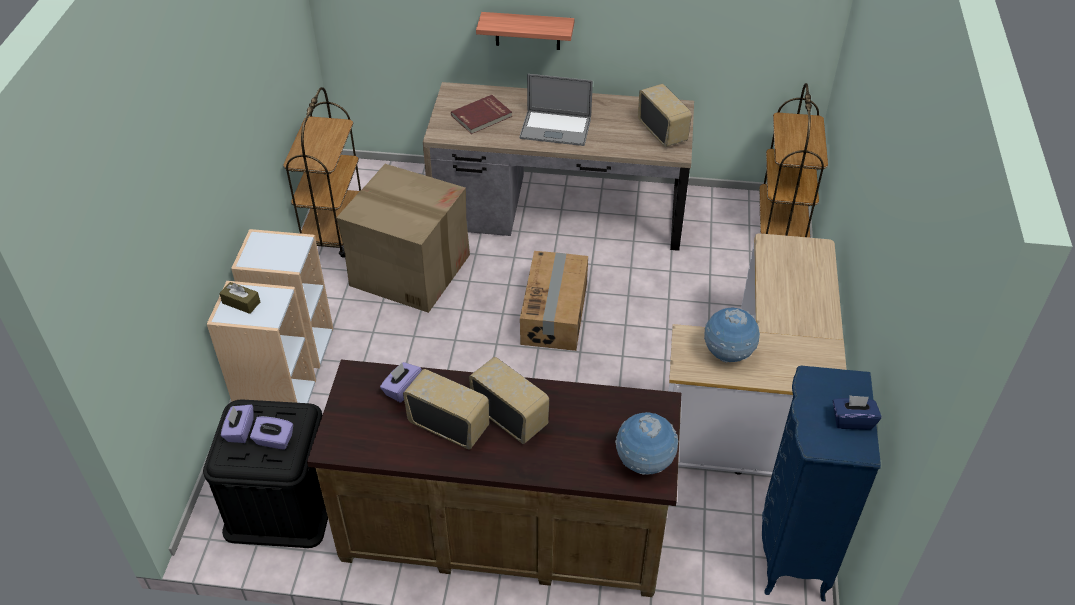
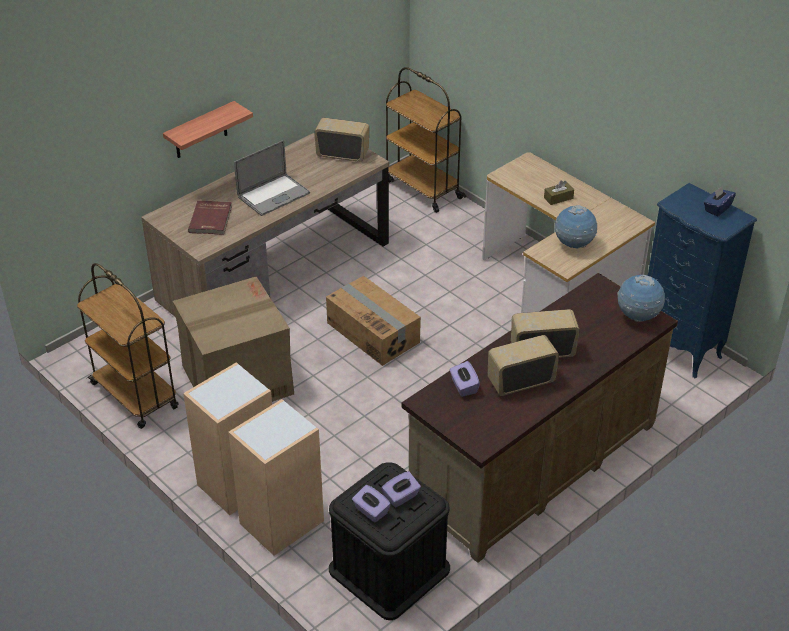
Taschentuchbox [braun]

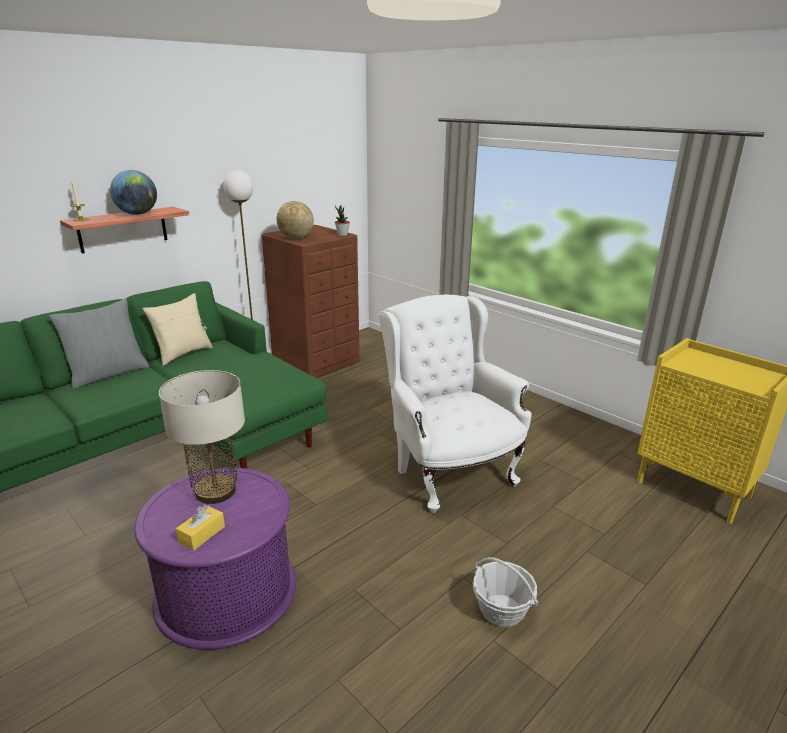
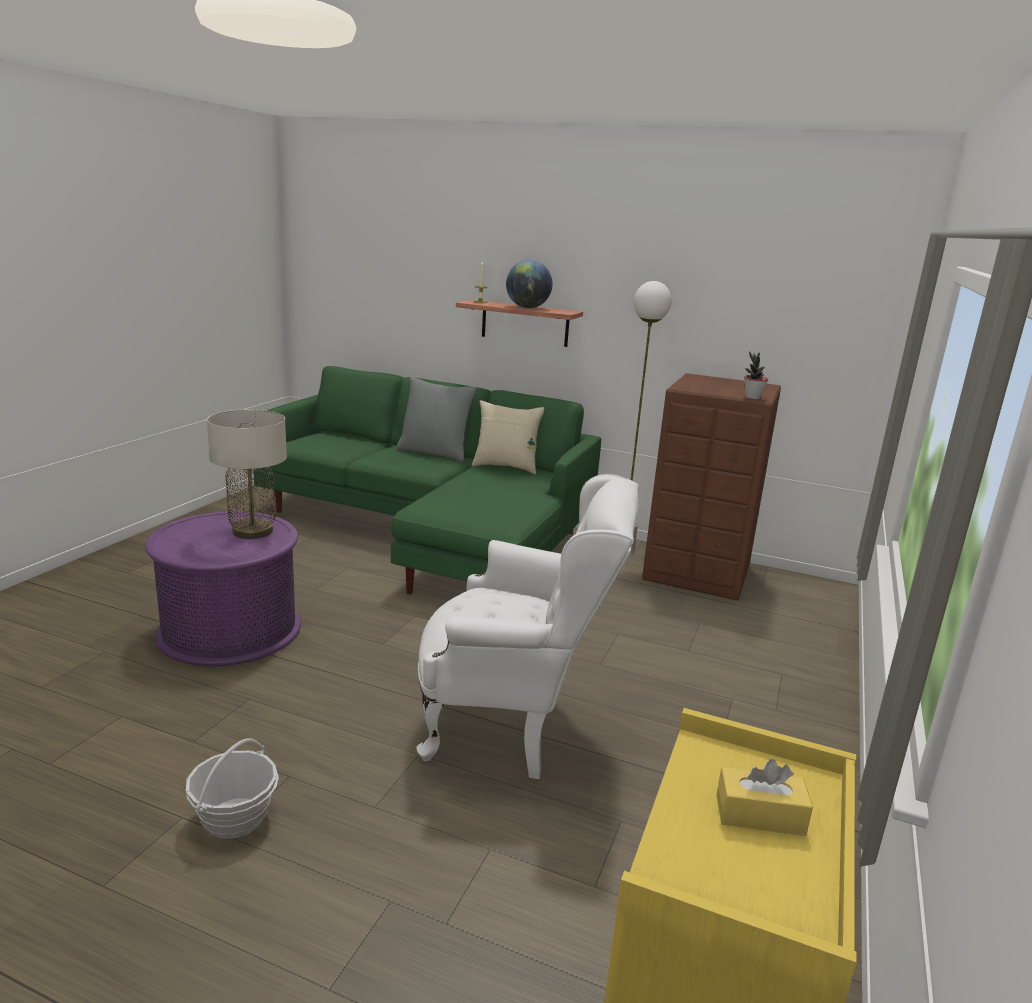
Globus (2nd from left in the first image); Sessel [weiß]; Taschentuchbox [gelb]

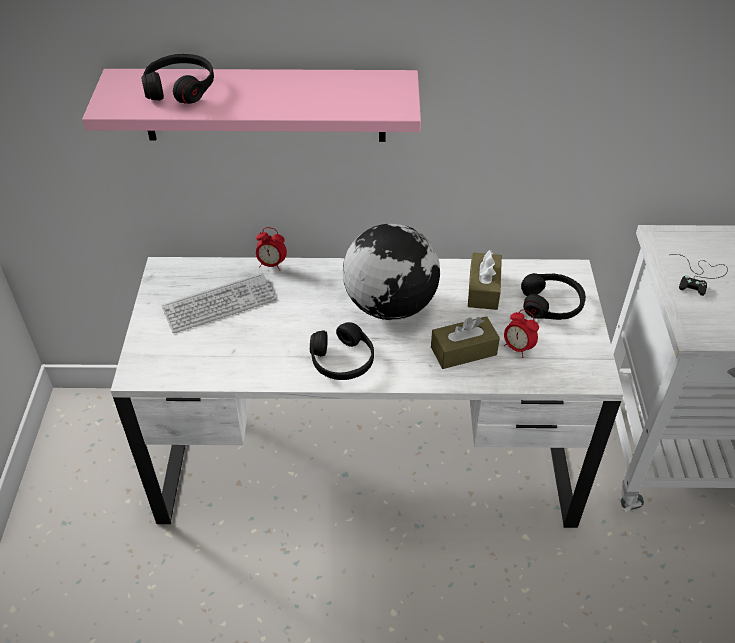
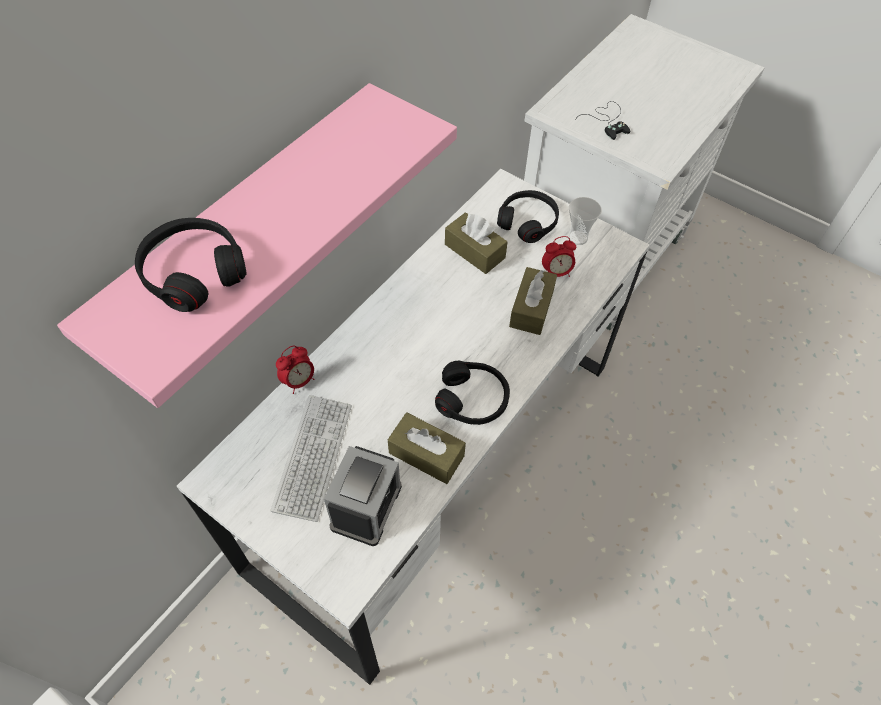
Globus; Tasse; Taschentuchbox [braun] (1st from left); Wecker (2nd from left)

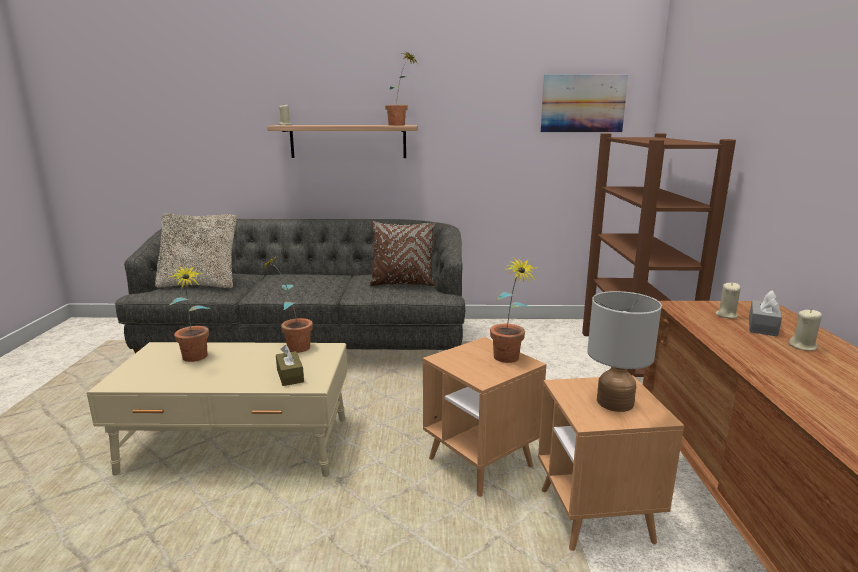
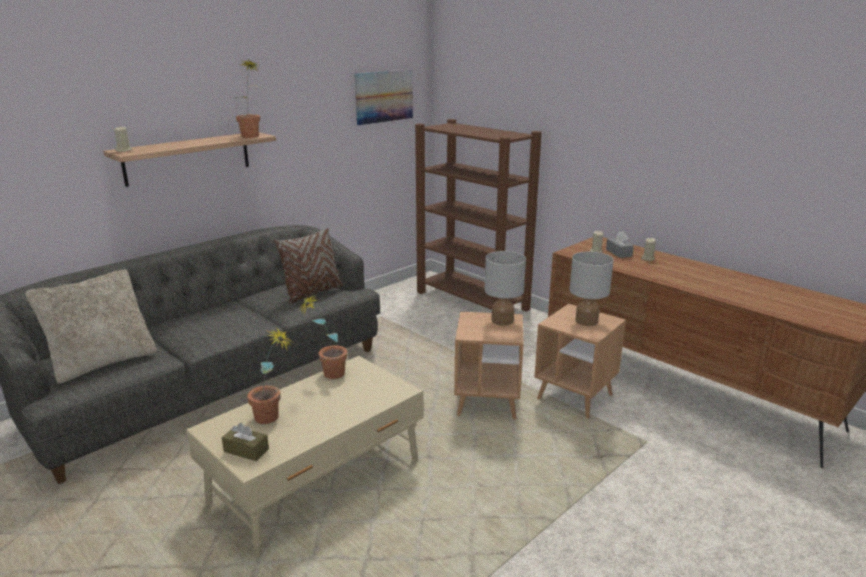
Tischlampe [grau] (1st from left); Taschentuchbox [braun]

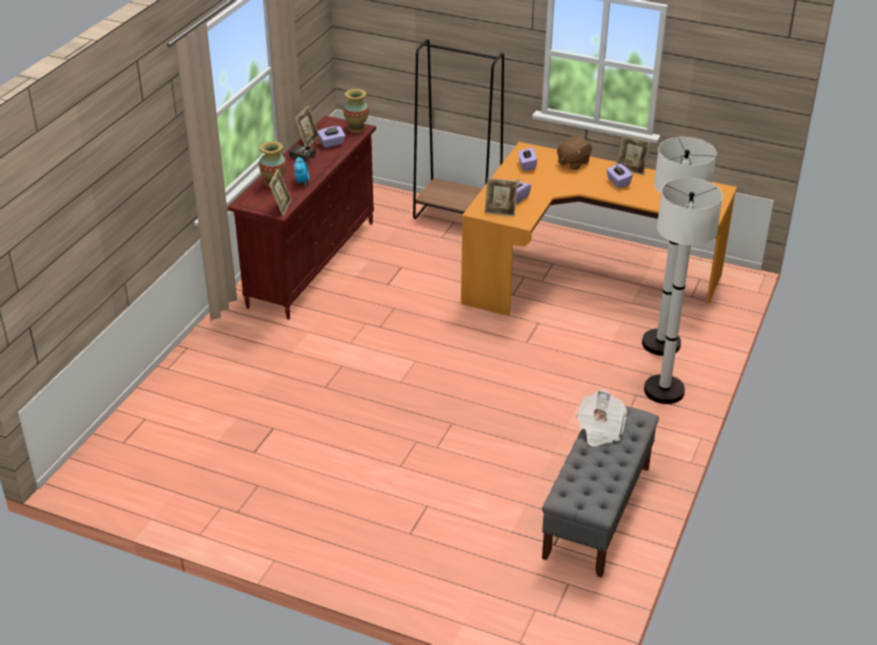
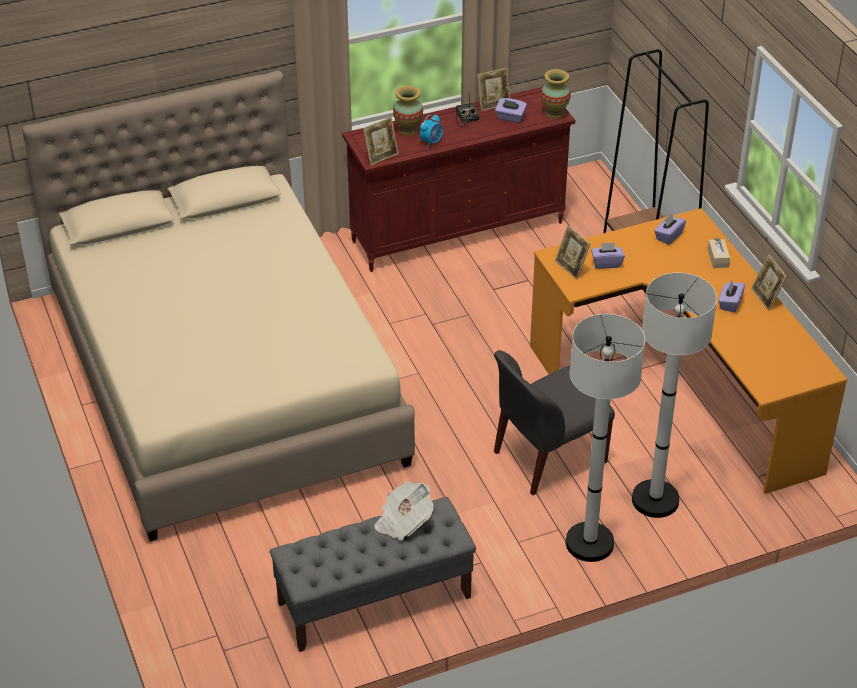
Taschentuchbox [beige]; Bett [beige]; Stuhl [grau]

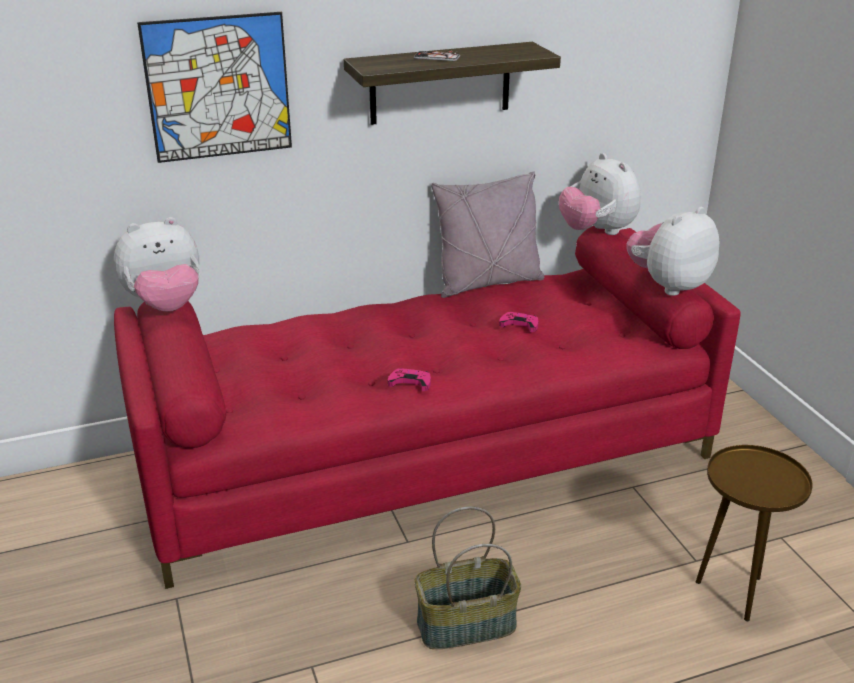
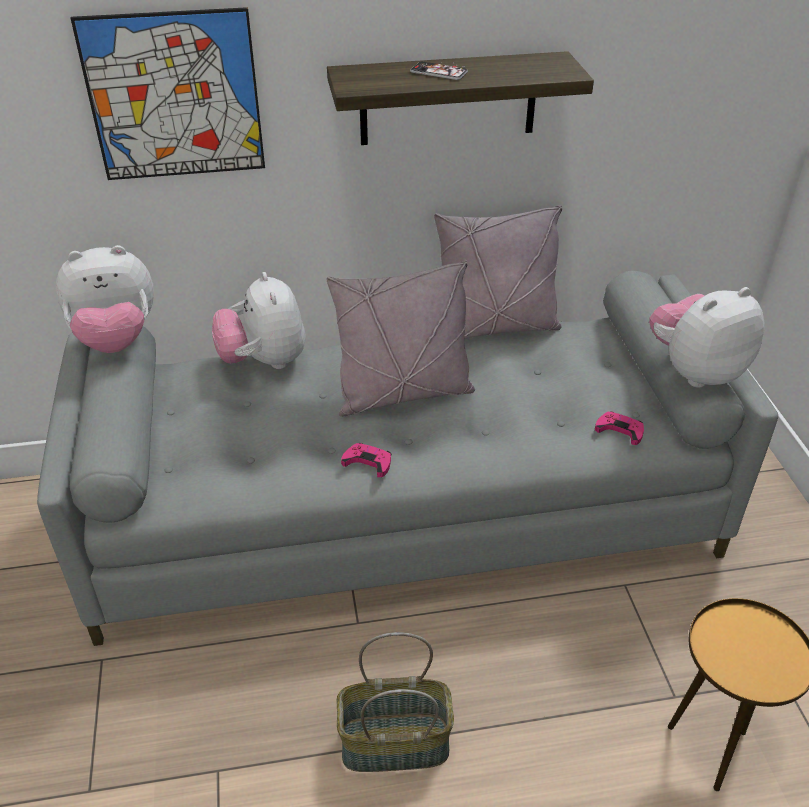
Plüschtier (2nd from left); Sofa [grau]; Gamepad [rosa] (2nd from left); Kissen [lila] (1st from left)

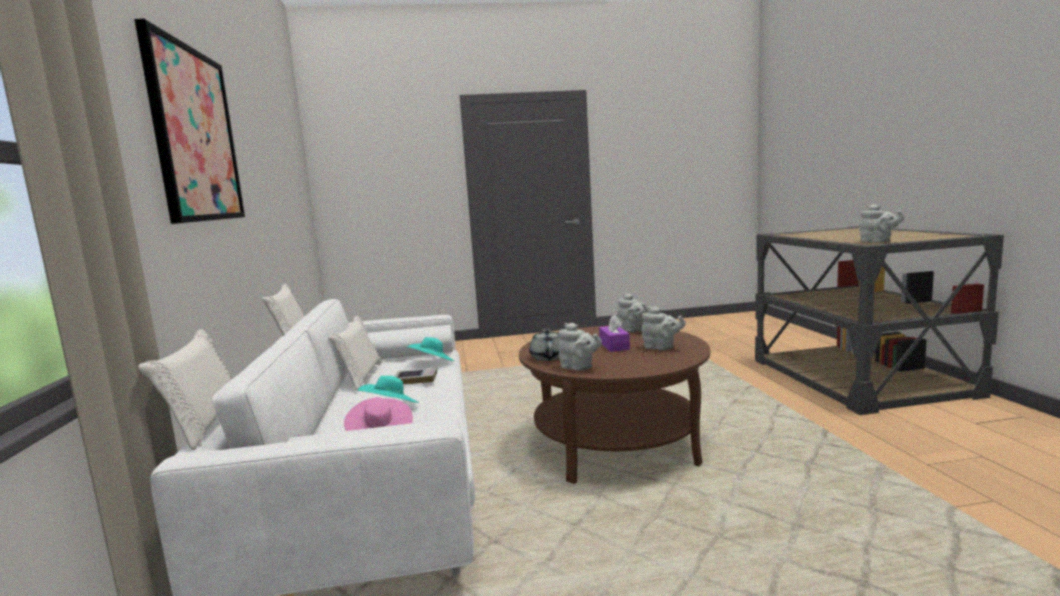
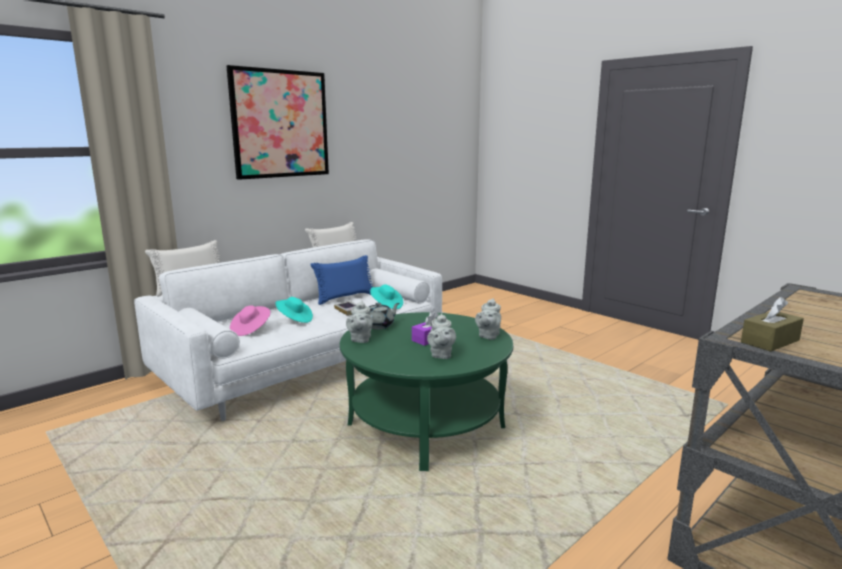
Taschentuchbox [braun]; Kissen [blau]; Couchtisch [grün]

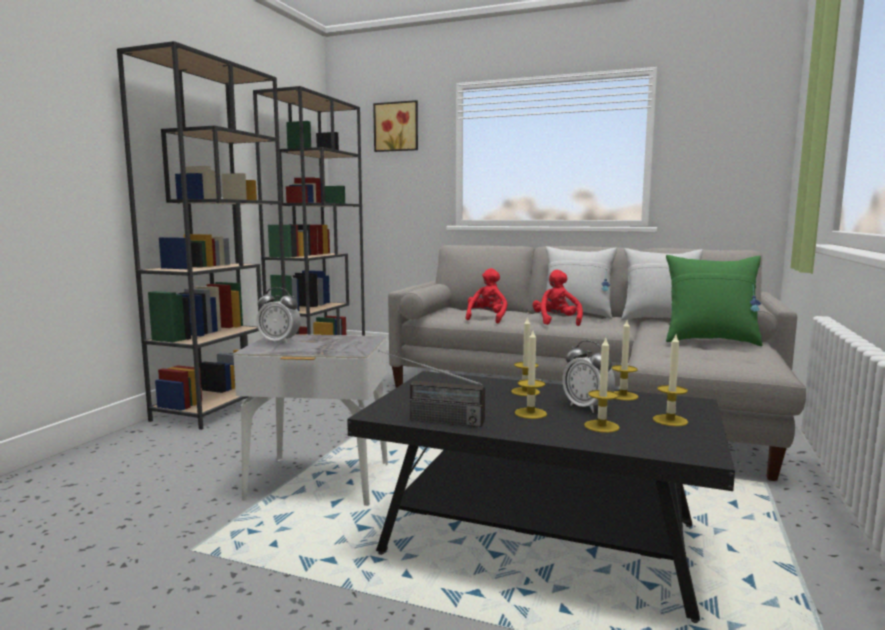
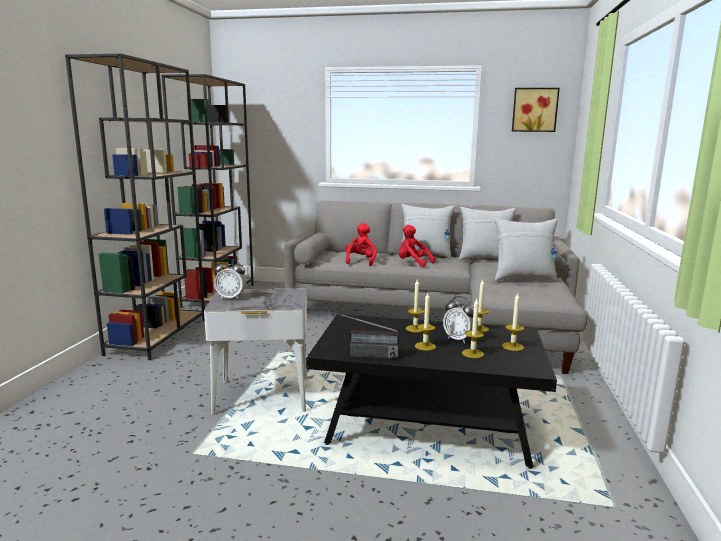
Bild; Kissen [grau] (3rd from left); Plüschtier [rot] (2nd from left)

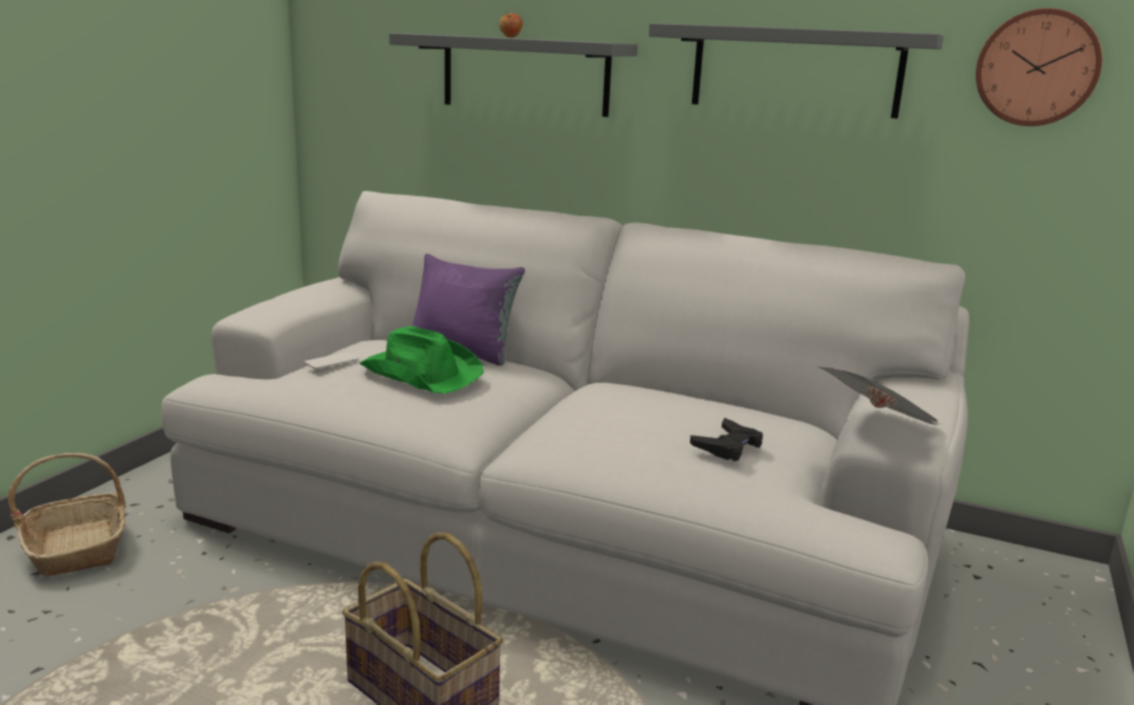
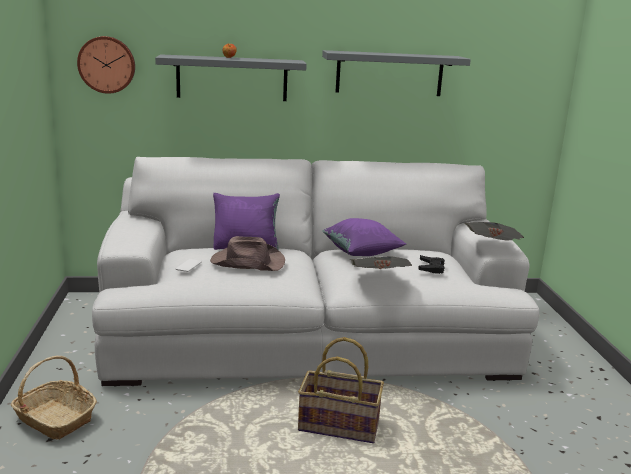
Wanduhr; Hut [braun]; Kissen [lila] (2nd from left); Zeitung (1st from left)

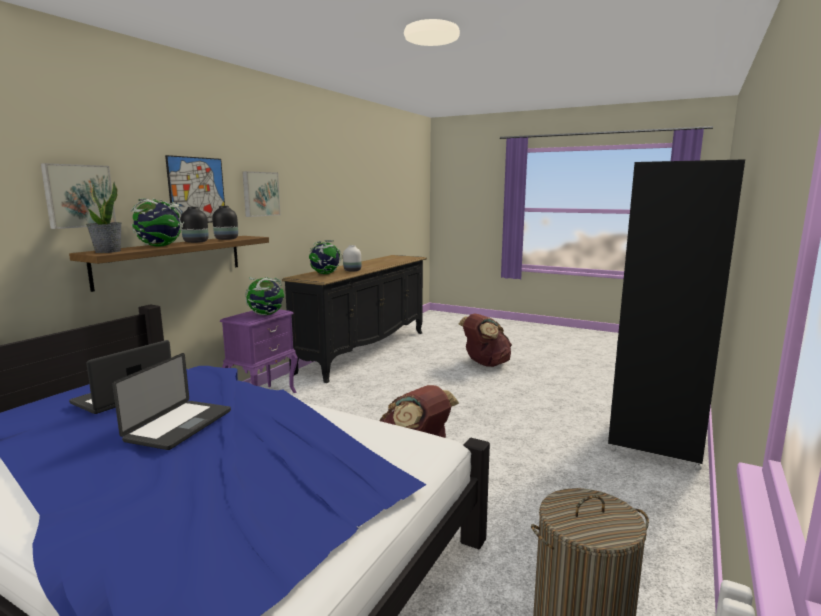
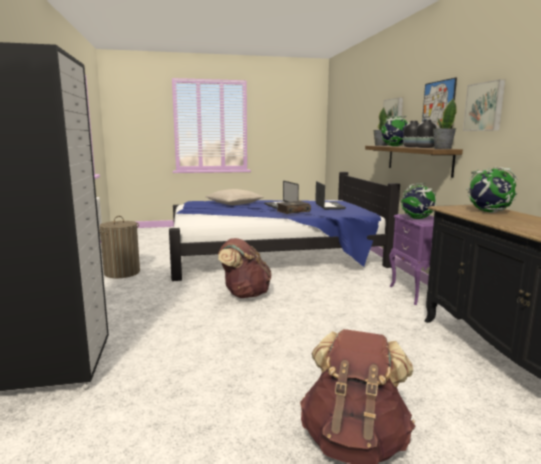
Vase [weiß]; Topfpflanze (2nd from left); Kissen [beige]; Buch

